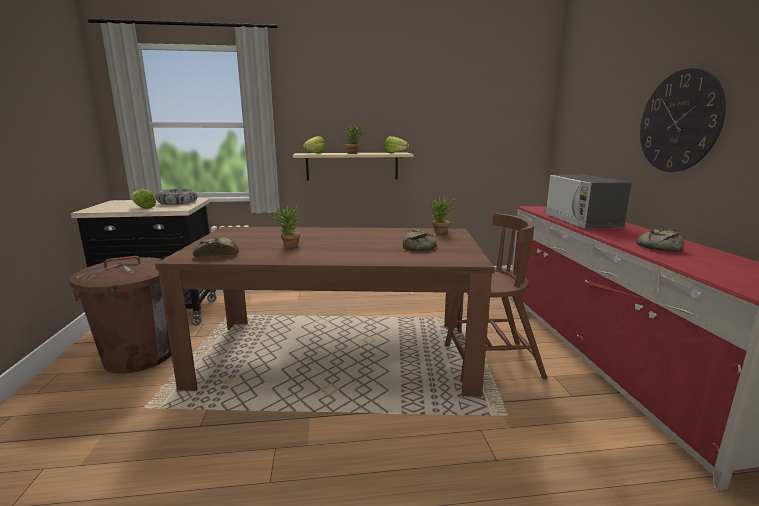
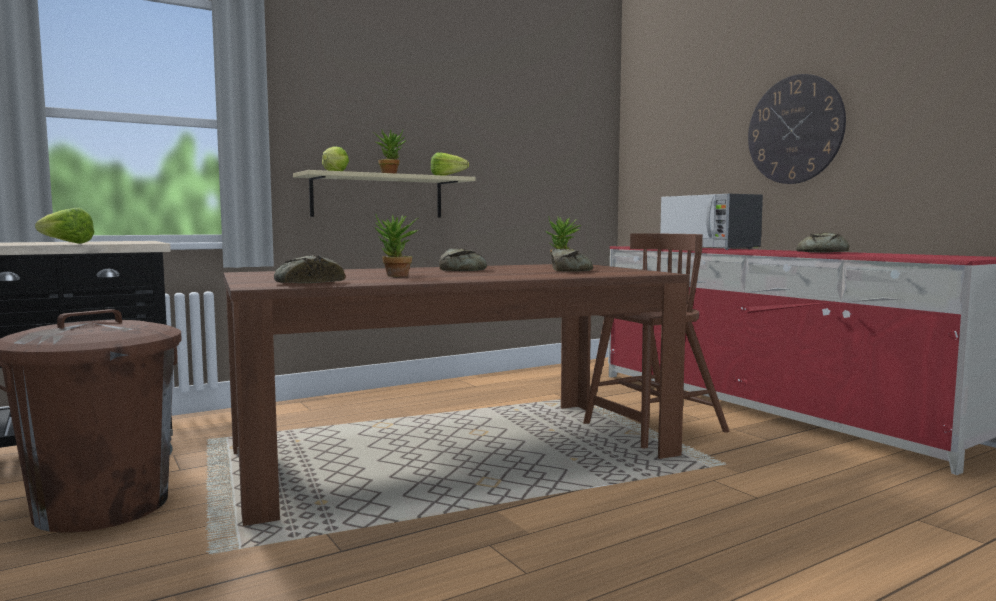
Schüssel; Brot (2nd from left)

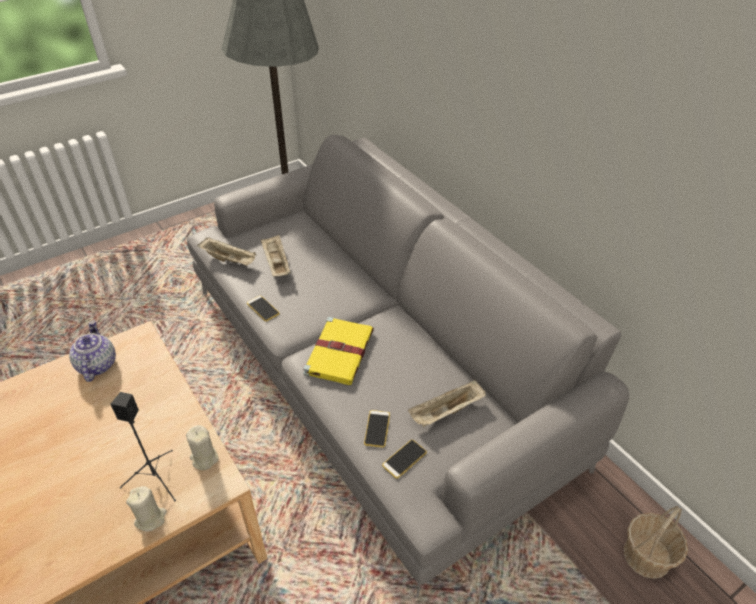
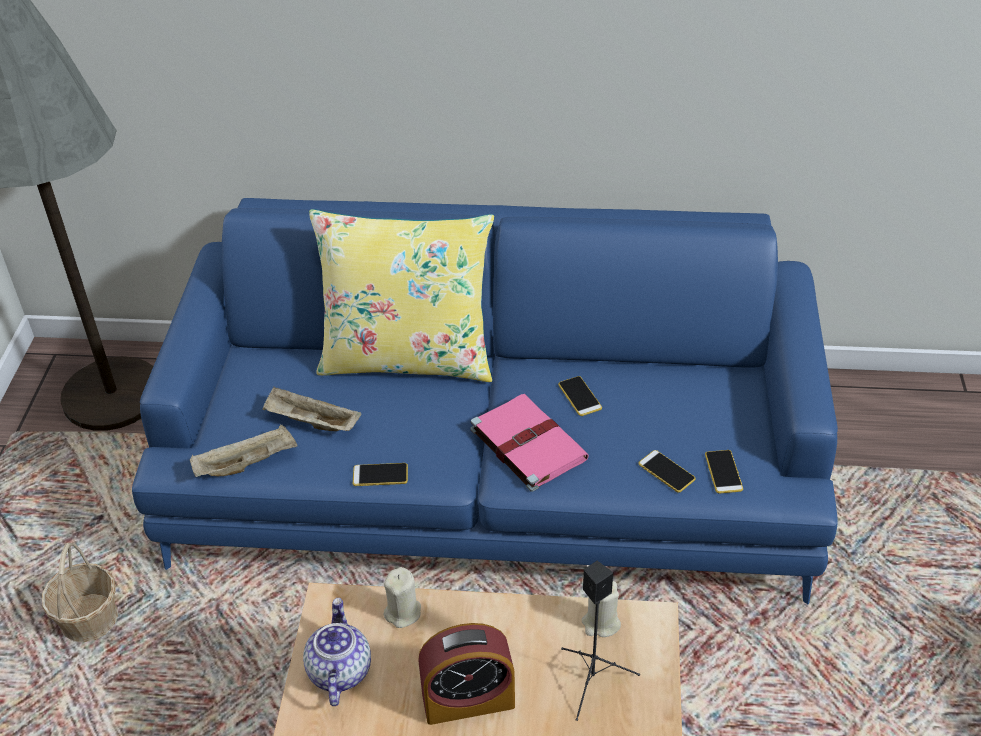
Sofa [blau]; Buch [rosa]; Teekanne; Tablett [beige] (3rd from left in the first image); Kerze [beige] (1st from left); Korb; Kissen [gelb]; Handy (2nd from left); Wecker

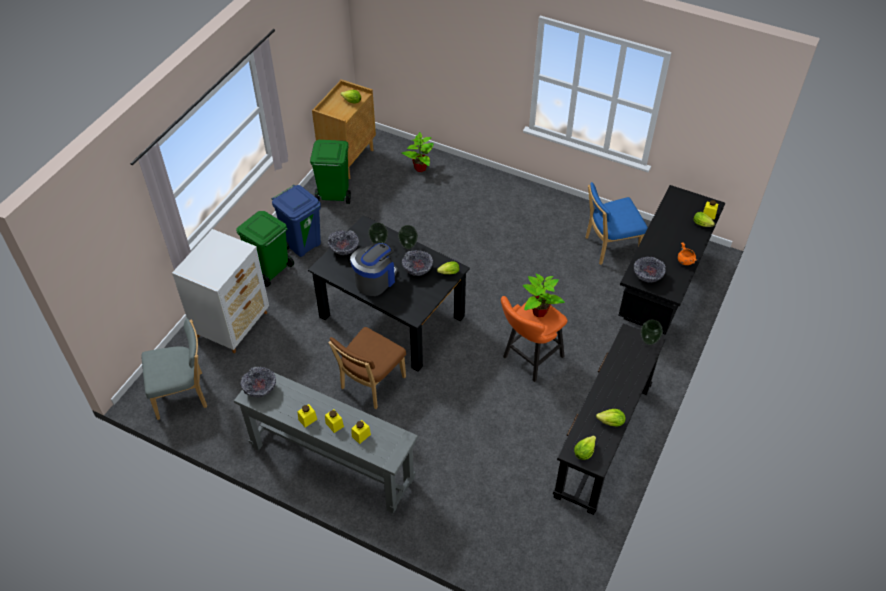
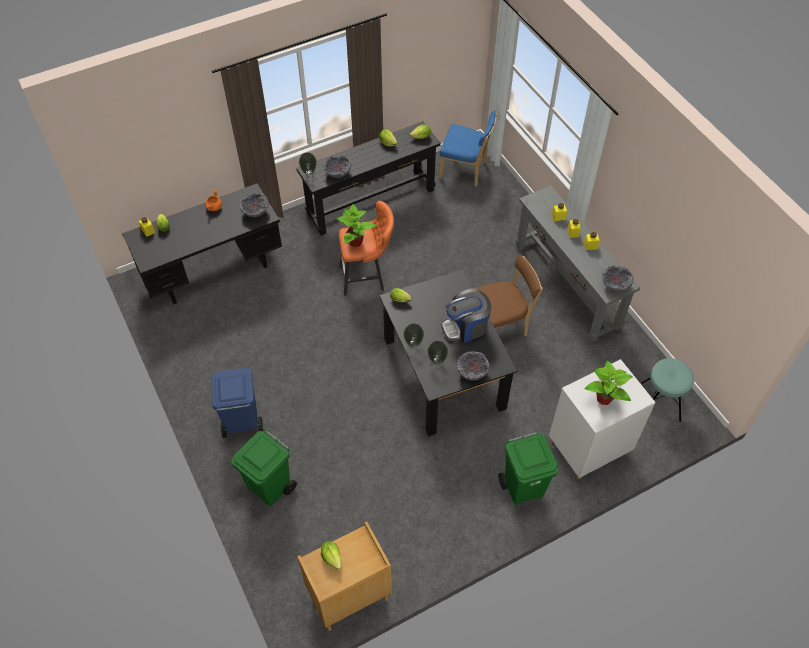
Topfpflanze (2nd from left); Mülleimer [grün] (1st from left); Stuhl [blau]; Mülleimer [blau]; Schüssel (2nd from left); Hocker [türkis]

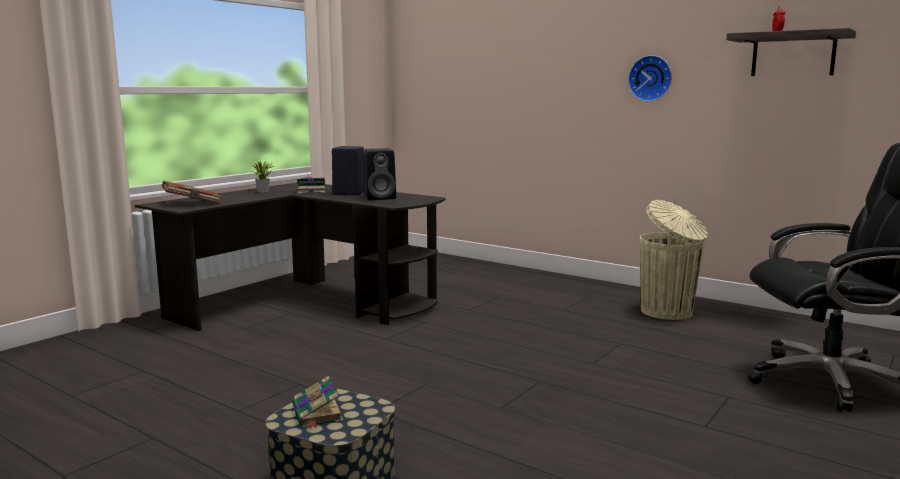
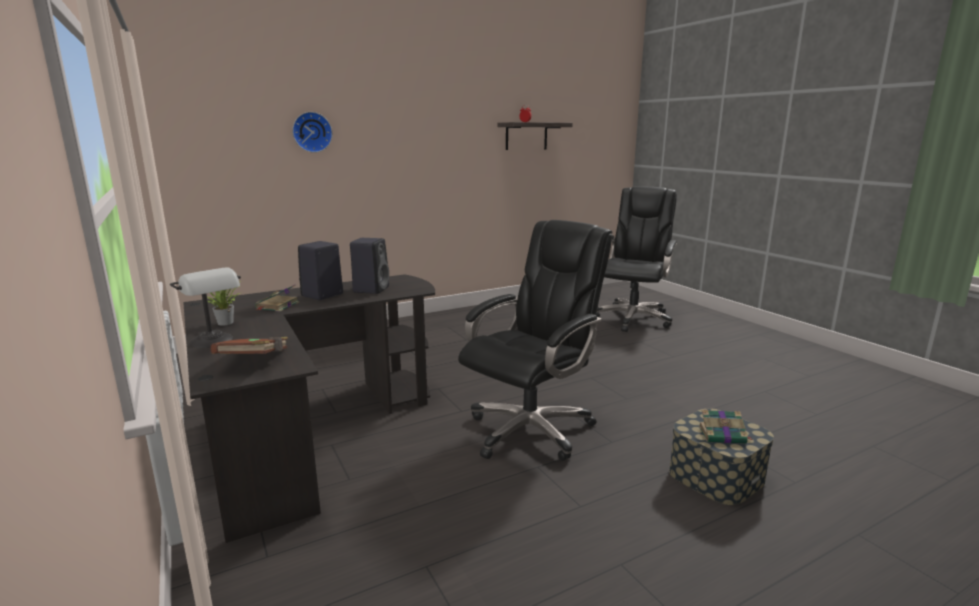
Wanduhr; Mülleimer [beige]; Bürostuhl [schwarz] (1st from left); Tischlampe

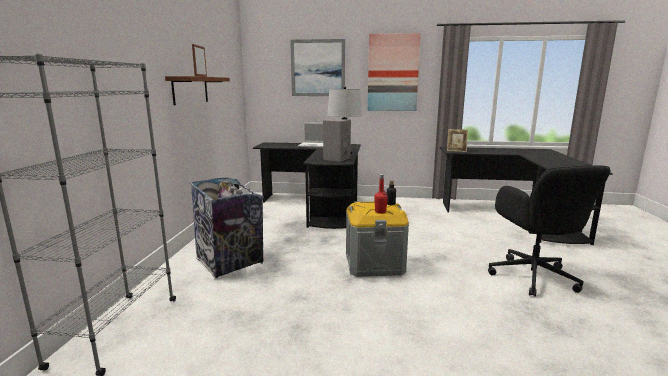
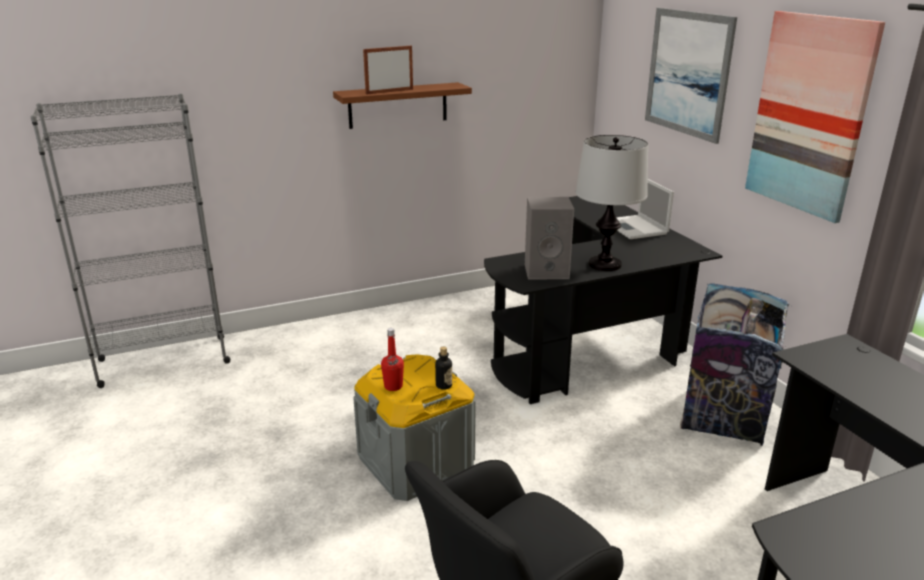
Bilderrahmen (2nd from left in the first image); Mülleimer

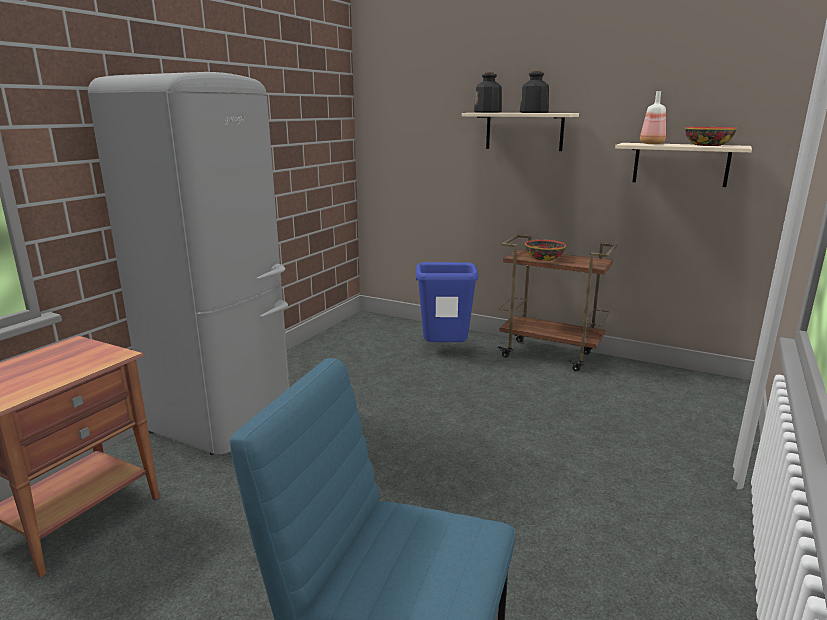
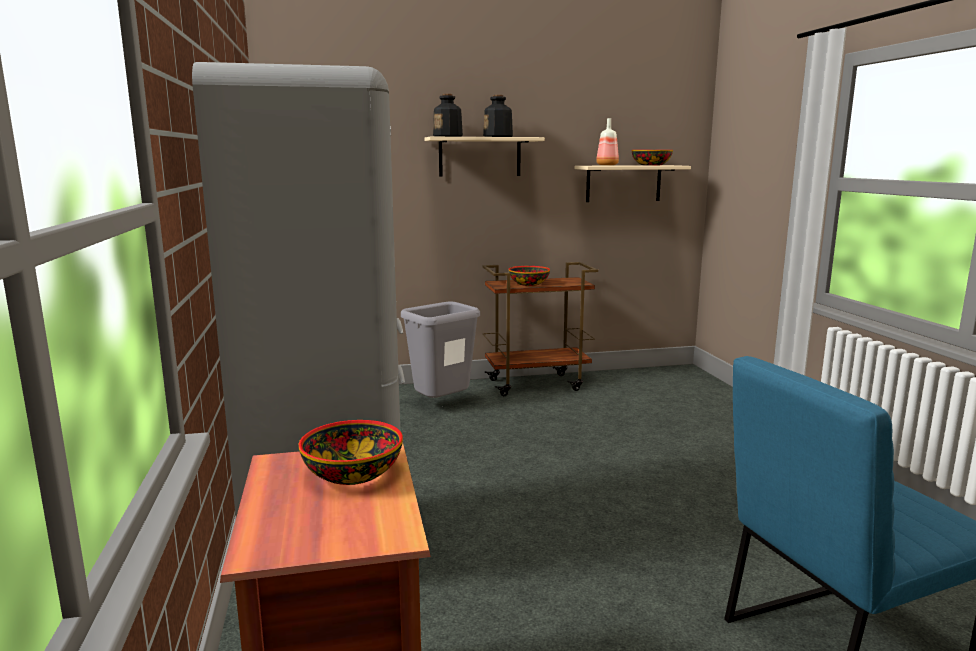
Mülleimer [grau]; Schüssel (1st from left)

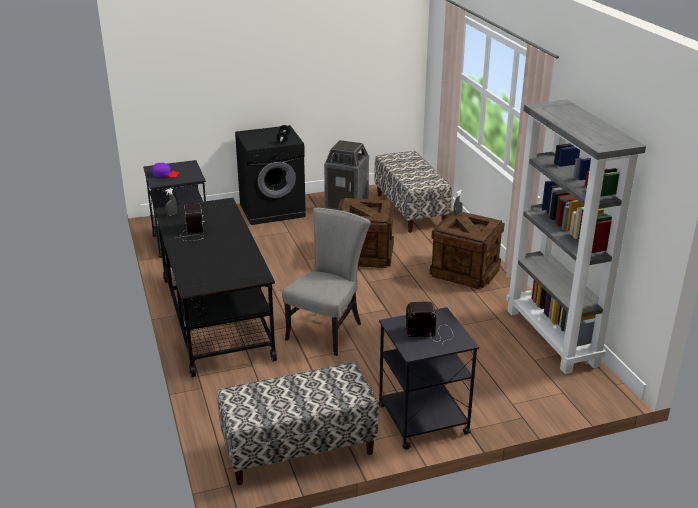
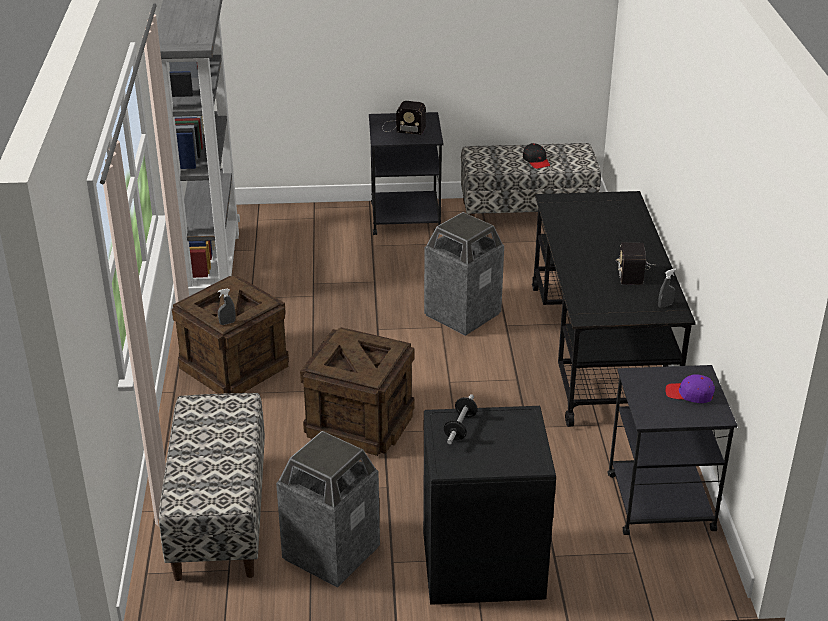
Mülleimer (2nd from left); Kappe [schwarz]

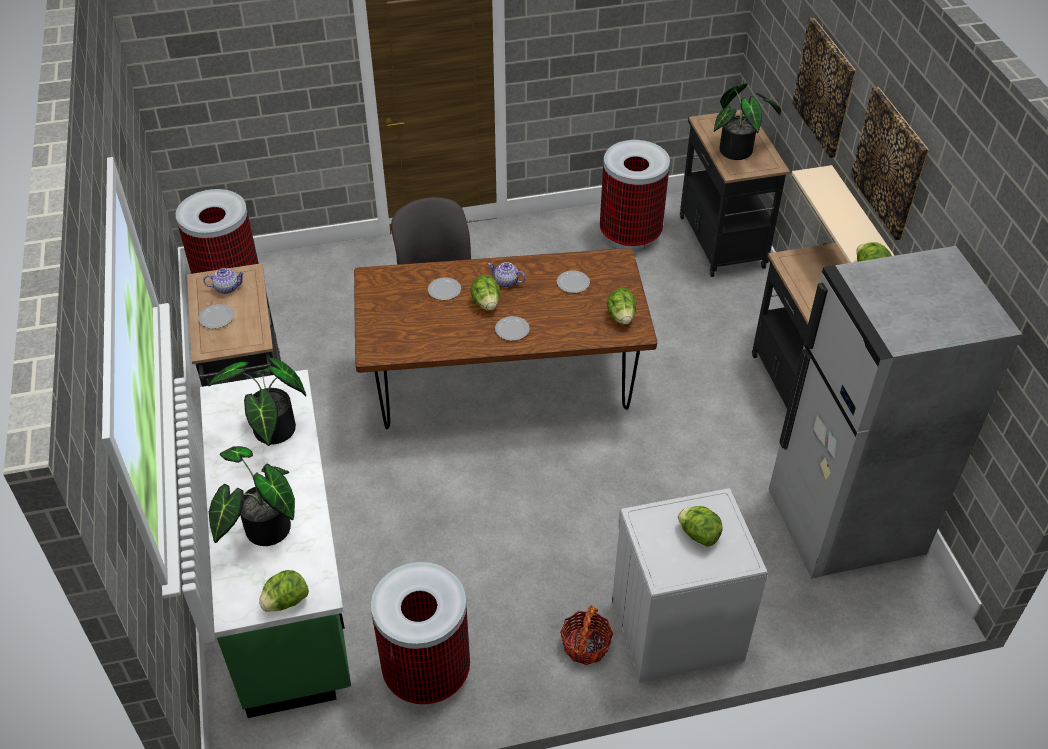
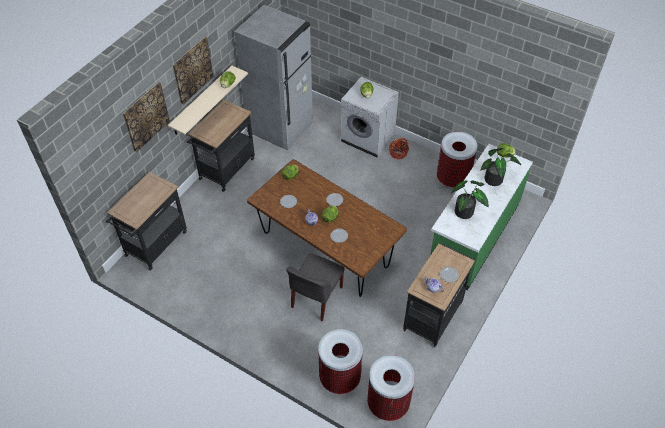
Topfpflanze (3rd from left in the first image); Mülleimer (1st from left)

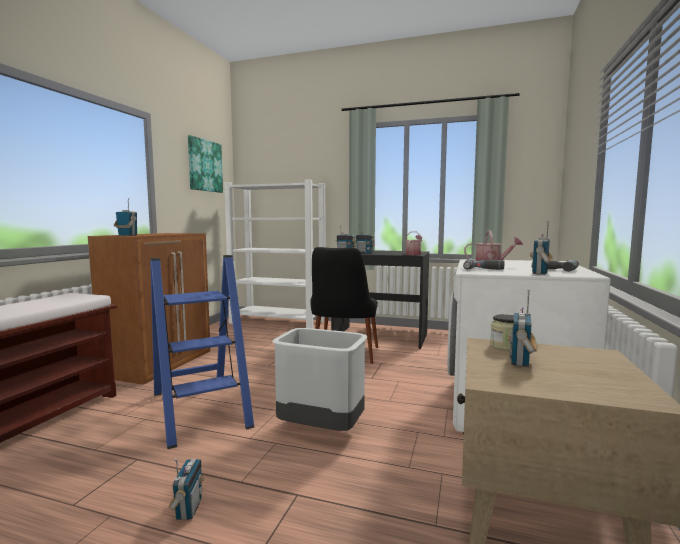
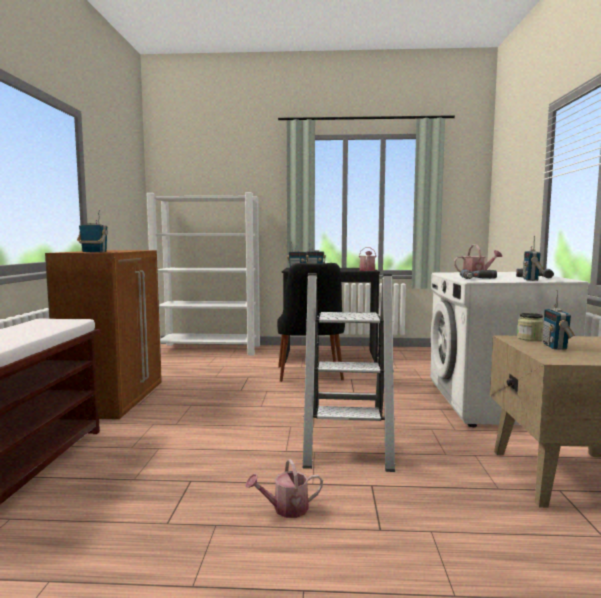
Bild; Trittleiter [blau]; Trittleiter [grau]; Gießkanne (1st from left)

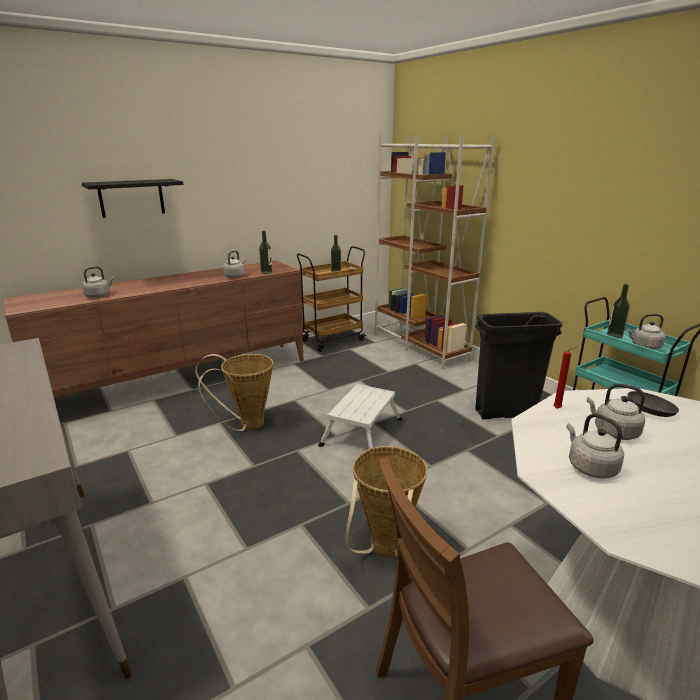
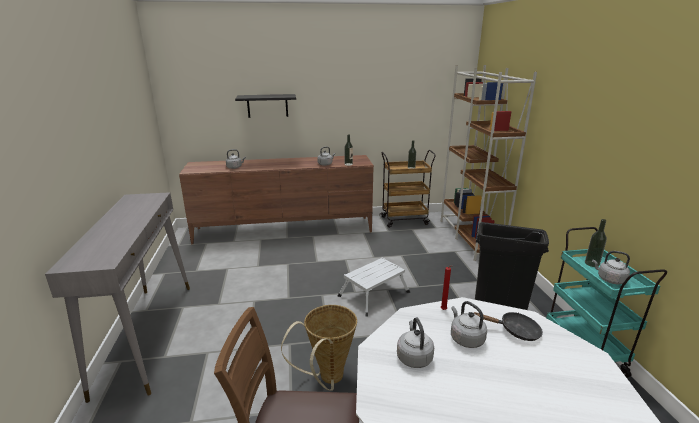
Korb (1st from left in the first image)

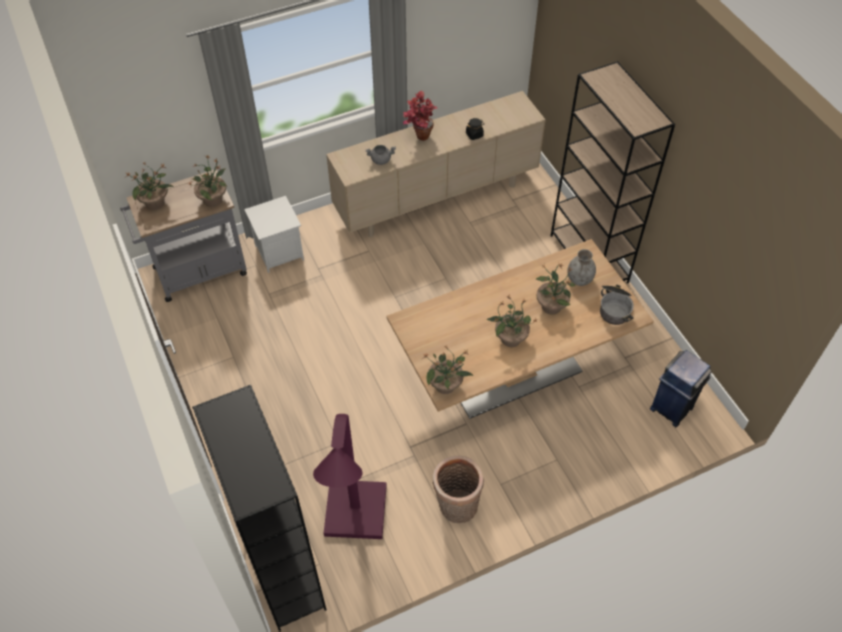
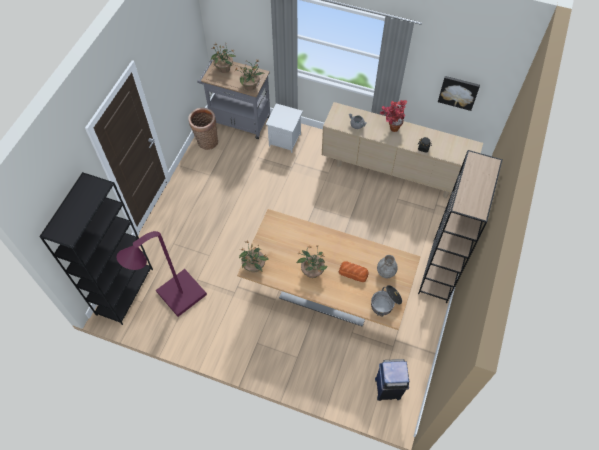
Brot; Korb; Bild

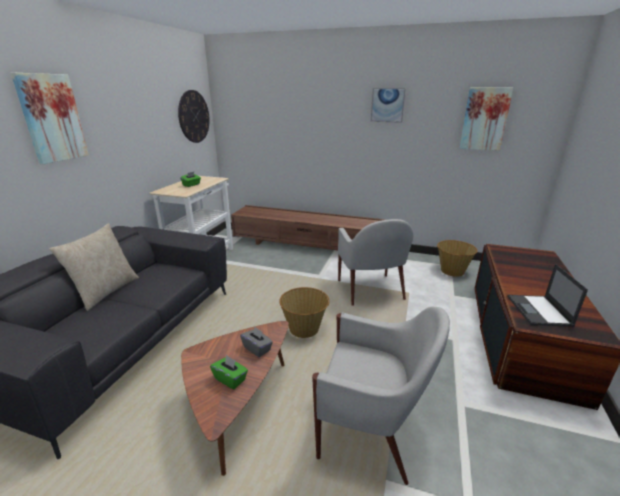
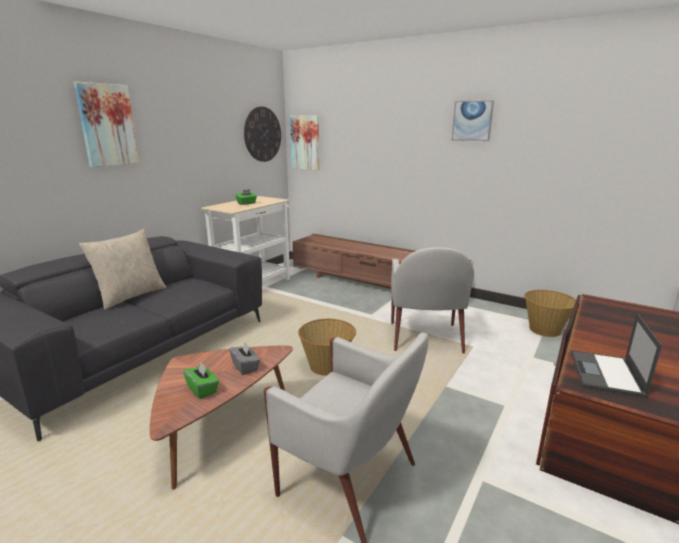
Bild (2nd from left)

